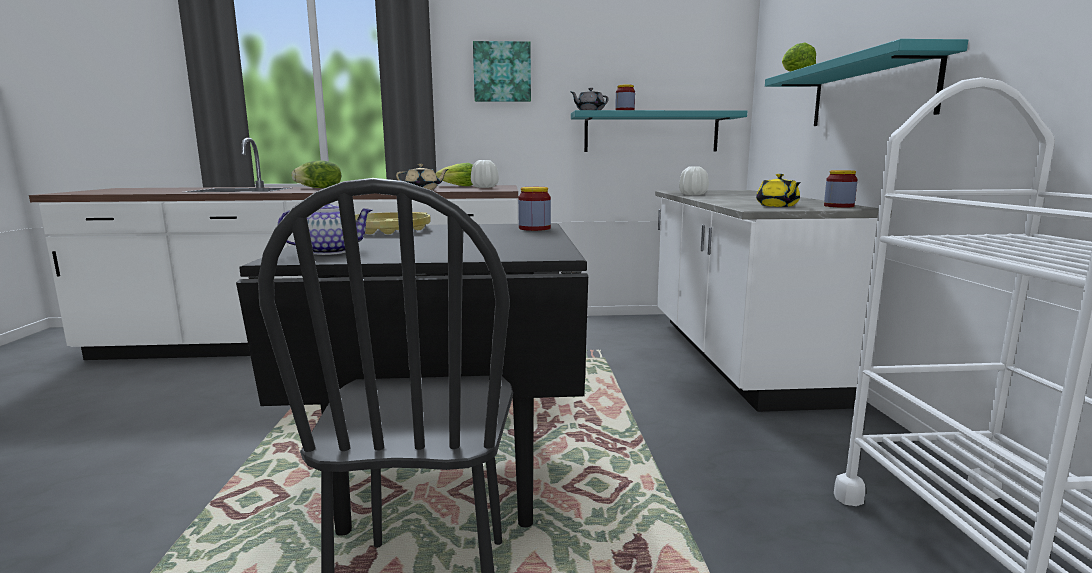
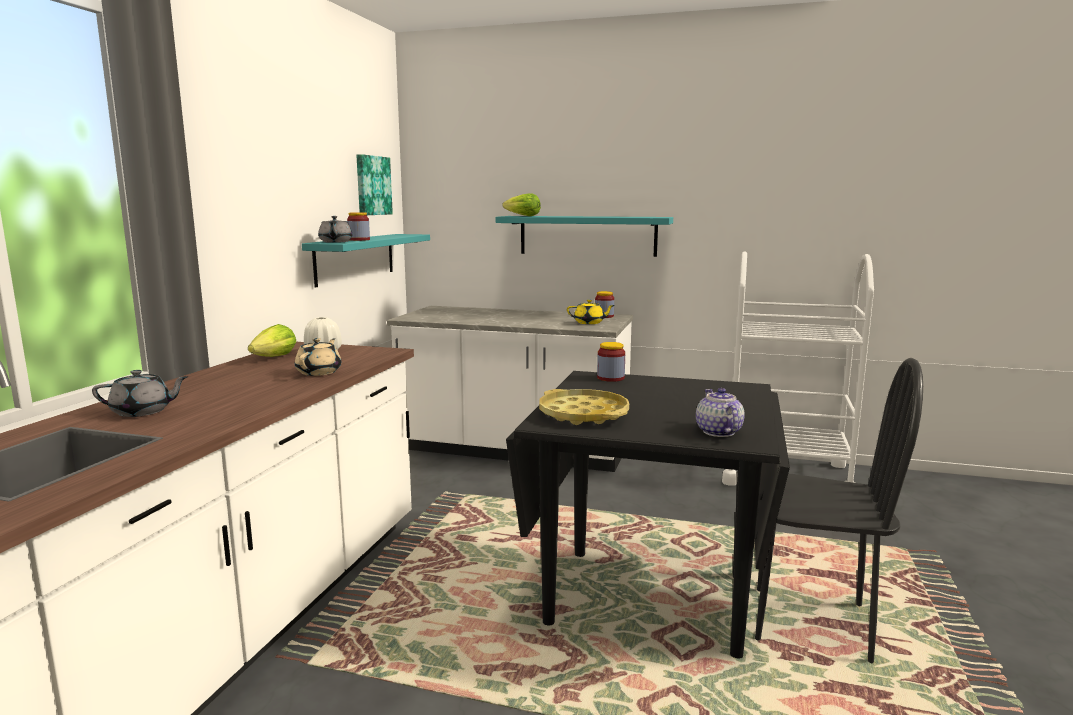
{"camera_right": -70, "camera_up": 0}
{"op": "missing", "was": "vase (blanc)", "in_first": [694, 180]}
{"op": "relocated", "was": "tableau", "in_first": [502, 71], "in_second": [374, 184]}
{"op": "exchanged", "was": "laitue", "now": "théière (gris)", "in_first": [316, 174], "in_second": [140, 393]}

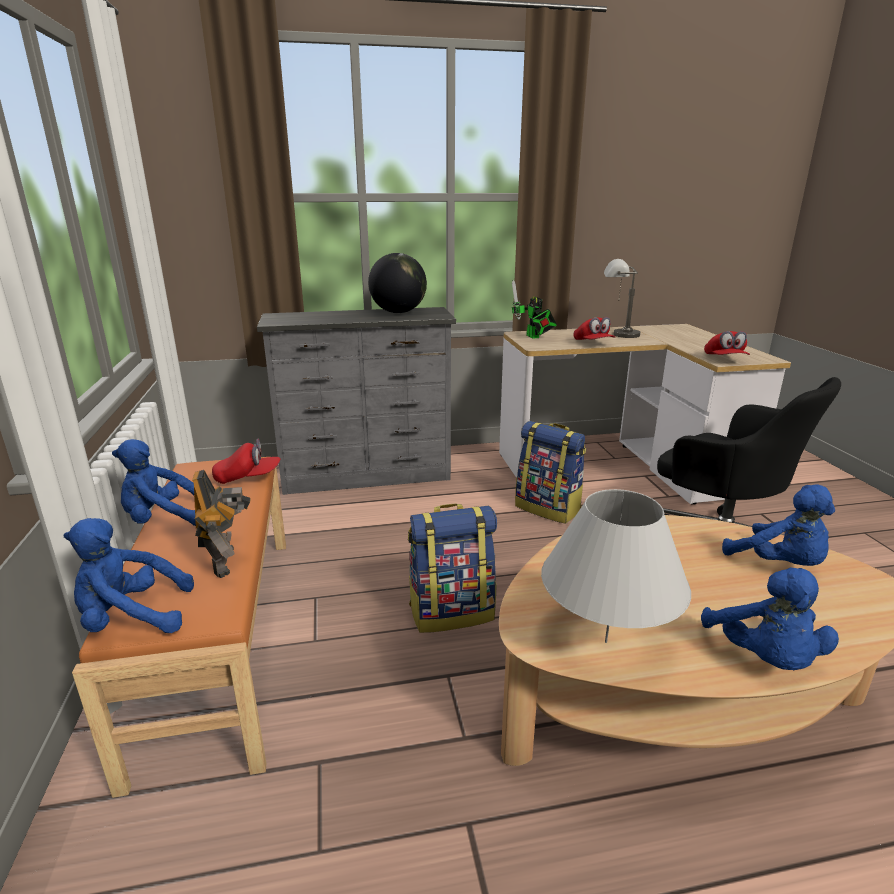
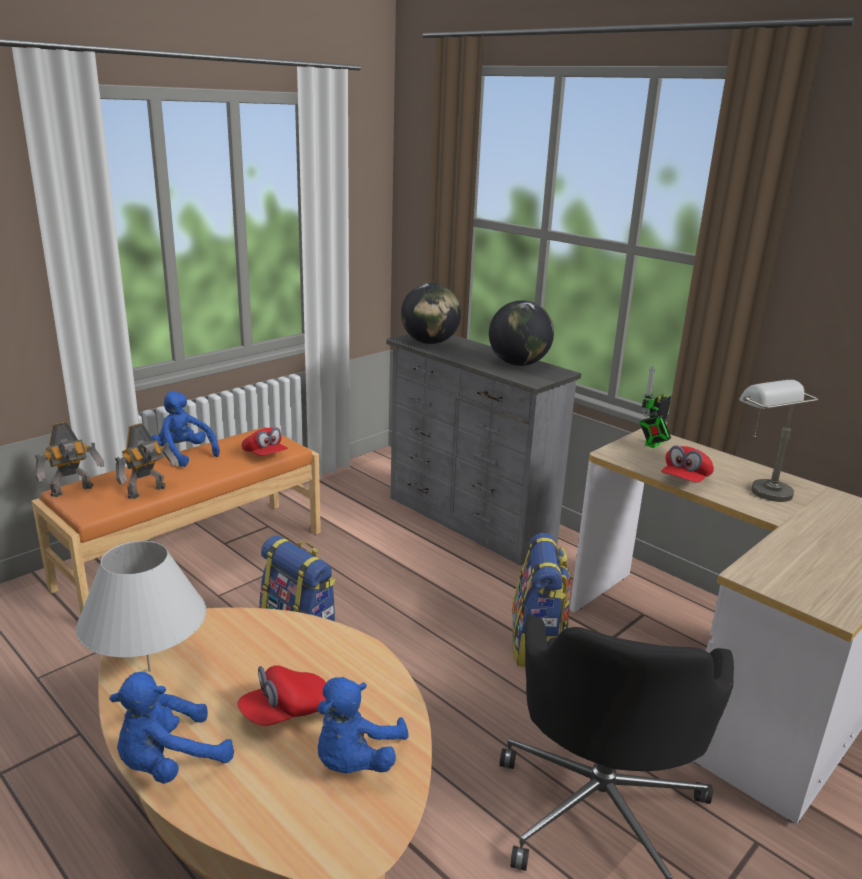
{"camera_right": 55, "camera_up": 0}
{"op": "appeared", "now": "globe", "in_second": [431, 313]}
{"op": "relocated", "was": "casquette (rouge)", "in_first": [727, 343], "in_second": [281, 695]}
{"op": "exchanged", "was": "peluche (bleu)", "now": "robot jouet", "in_first": [128, 575], "in_second": [69, 459]}

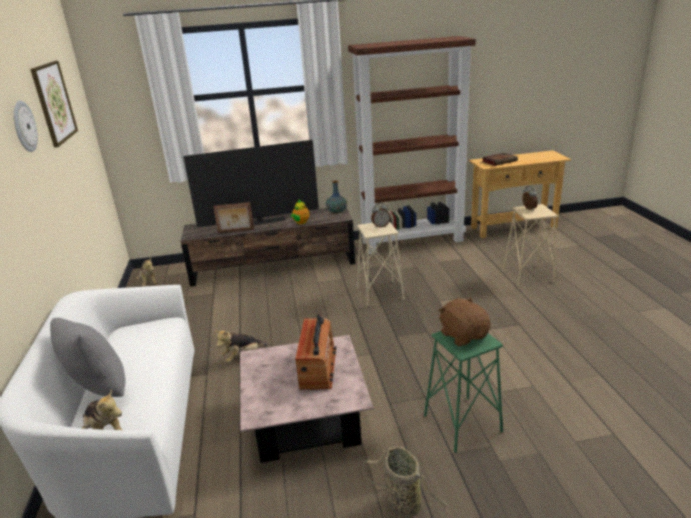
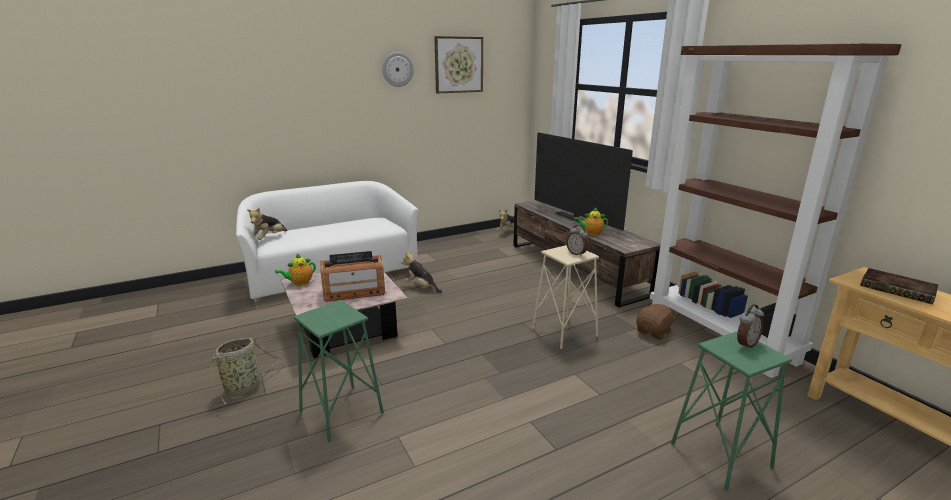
{"camera_right": 70, "camera_up": -5}
{"op": "missing", "was": "coussin (gris)", "in_first": [88, 357]}
{"op": "missing", "was": "cadre photo", "in_first": [233, 217]}
{"op": "missing", "was": "vase", "in_first": [336, 197]}
{"op": "appeared", "now": "théière", "in_second": [295, 269]}
{"op": "relocated", "was": "peluche (marron)", "in_first": [464, 322], "in_second": [656, 321]}
{"op": "colour", "was": "tabouret (beige)", "now": "tabouret (vert)", "in_first": [530, 245], "in_second": [731, 411]}

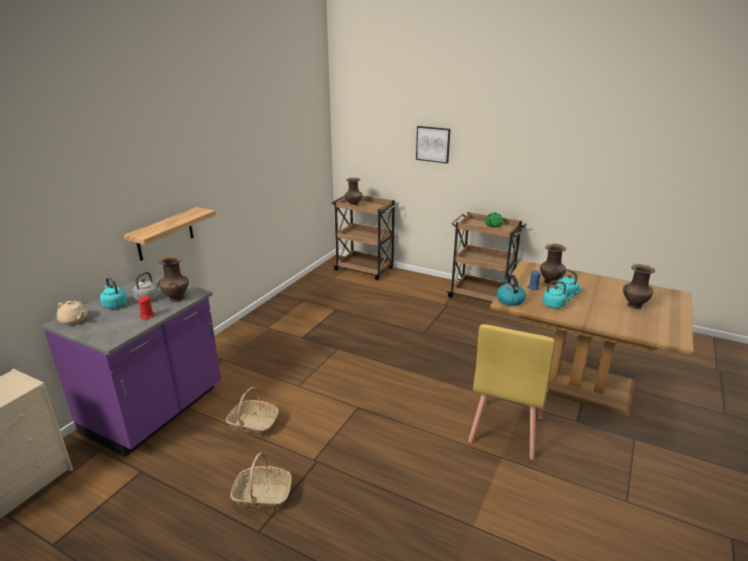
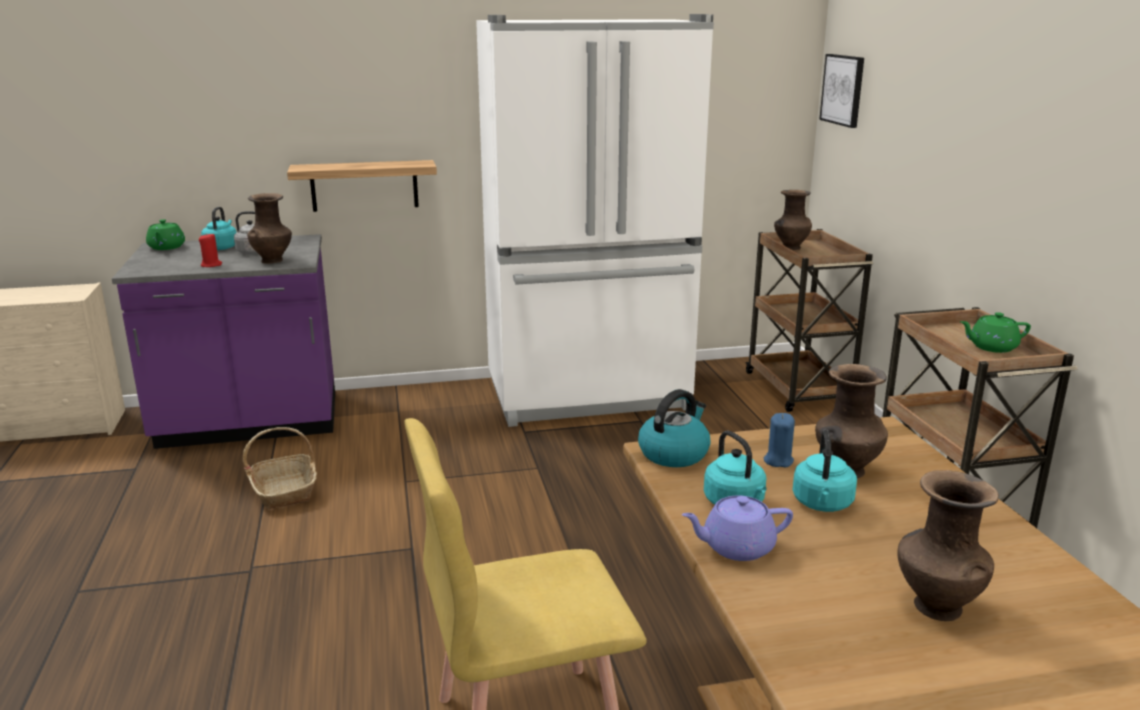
{"camera_right": 50, "camera_up": -5}
{"op": "missing", "was": "panier", "in_first": [261, 481]}
{"op": "appeared", "now": "réfrigérateur (blanc)", "in_second": [595, 220]}
{"op": "appeared", "now": "théière (violet)", "in_second": [737, 528]}
{"op": "relocated", "was": "tableau", "in_first": [433, 144], "in_second": [841, 91]}
{"op": "colour", "was": "théière (beige)", "now": "théière (vert)", "in_first": [72, 313], "in_second": [165, 234]}

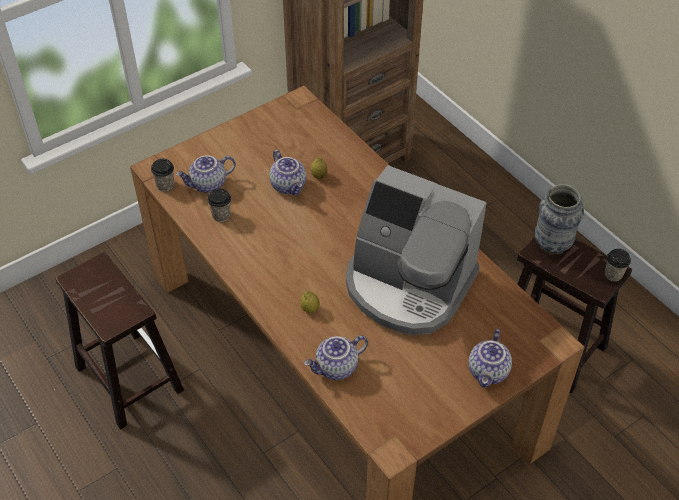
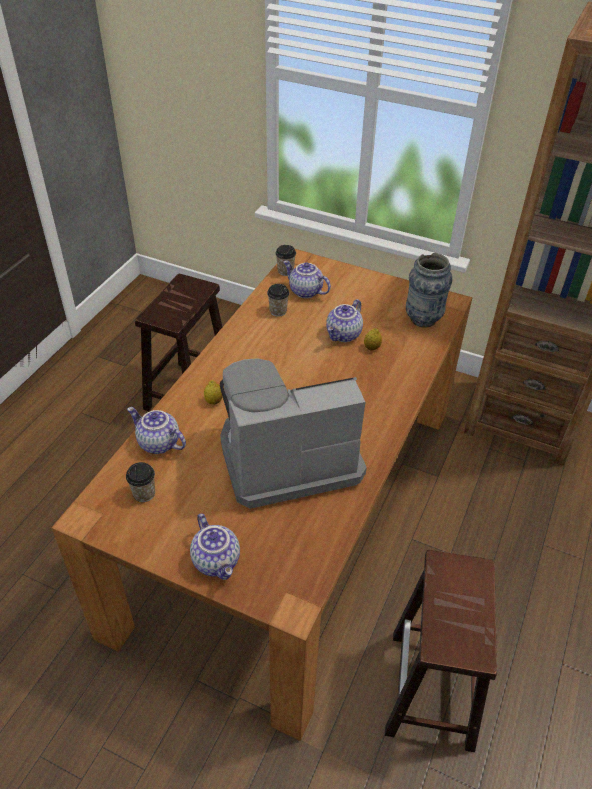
{"camera_right": 60, "camera_up": -5}
{"op": "relocated", "was": "vase", "in_first": [559, 219], "in_second": [429, 290]}
{"op": "relocated", "was": "tasse", "in_first": [618, 265], "in_second": [140, 482]}
{"op": "spun", "was": "machine à café", "in_first": [416, 250], "in_second": [293, 433], "clockwise": 75}
{"op": "spun", "was": "théière", "in_first": [490, 358], "in_second": [215, 546], "clockwise": -105}

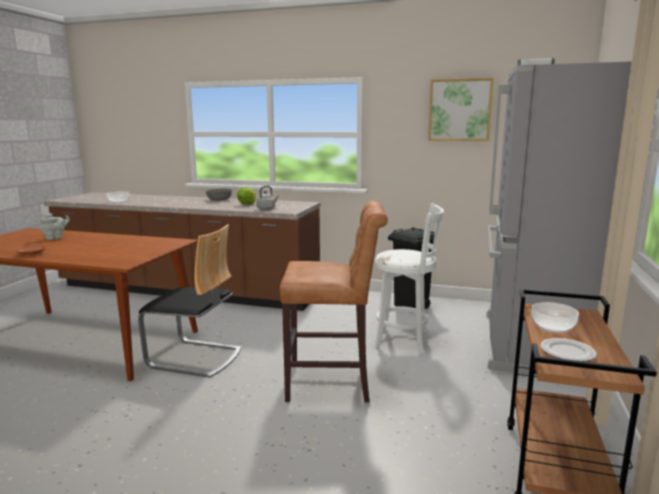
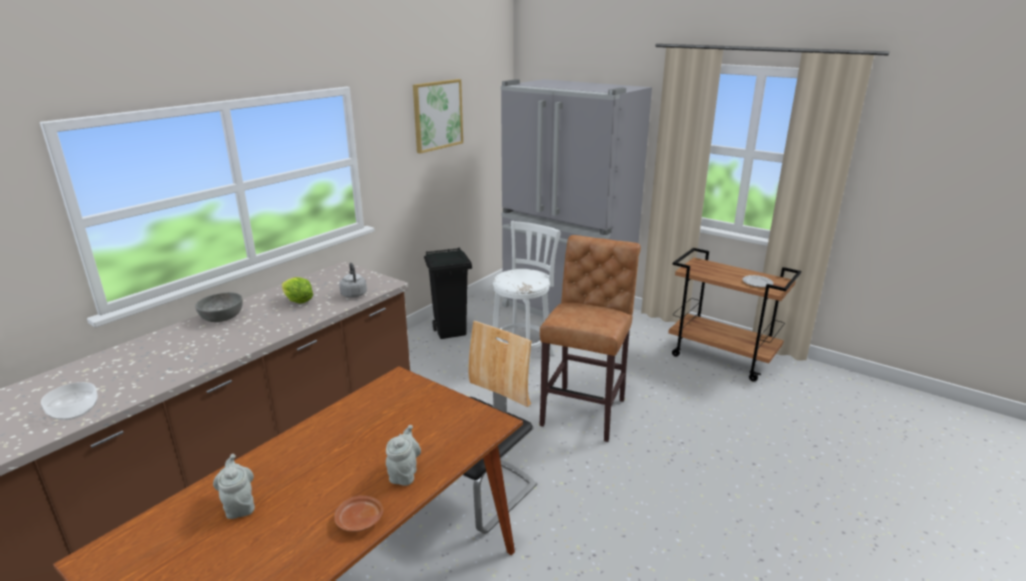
{"camera_right": -70, "camera_up": 10}
{"op": "missing", "was": "bol", "in_first": [555, 317]}
{"op": "appeared", "now": "théière (gris)", "in_second": [403, 455]}

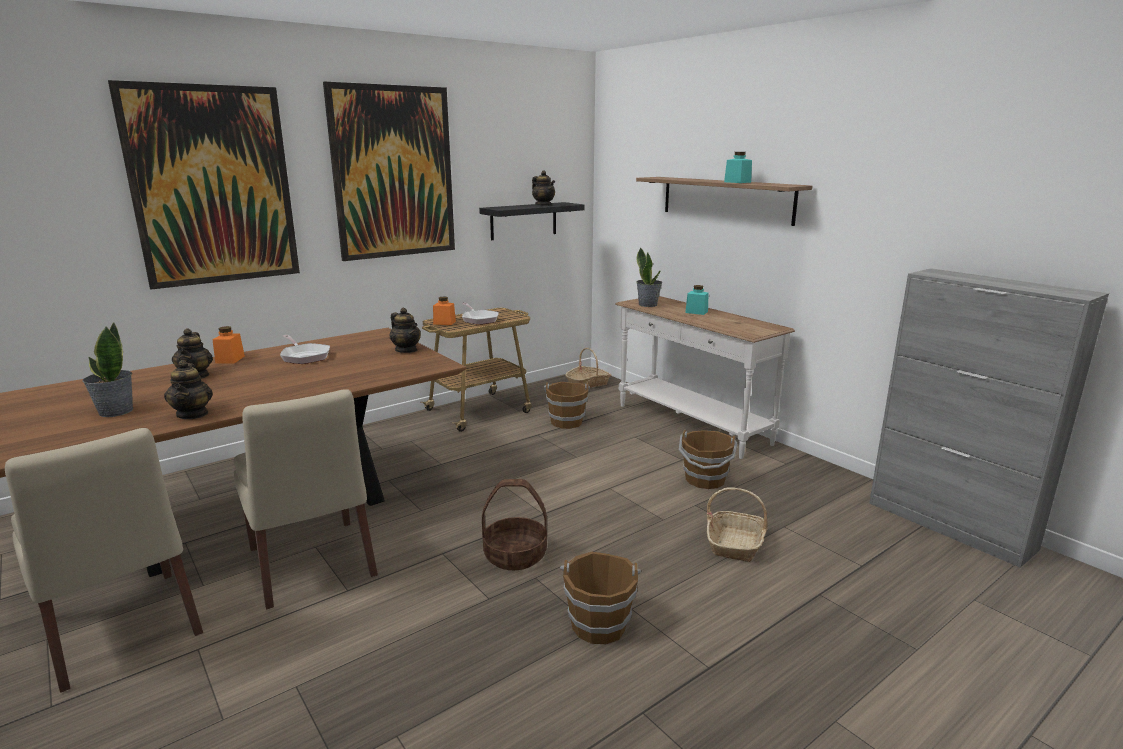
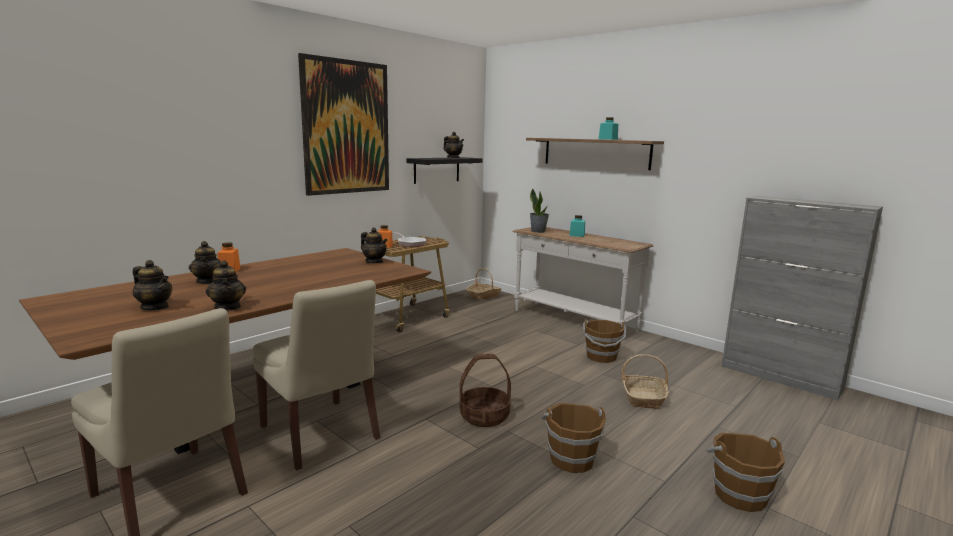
{"camera_right": -10, "camera_up": -5}
{"op": "missing", "was": "tableau", "in_first": [204, 184]}
{"op": "missing", "was": "poêle", "in_first": [305, 349]}
{"op": "relocated", "was": "seau (marron)", "in_first": [567, 405], "in_second": [745, 472]}
{"op": "exchanged", "was": "plante en pot", "now": "théière", "in_first": [107, 369], "in_second": [152, 285]}

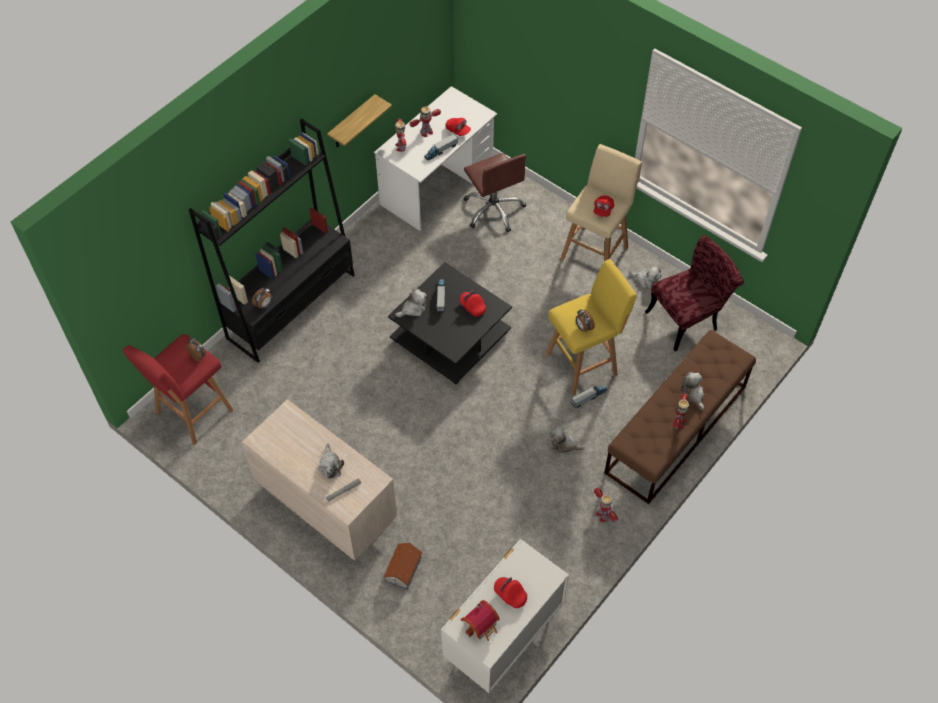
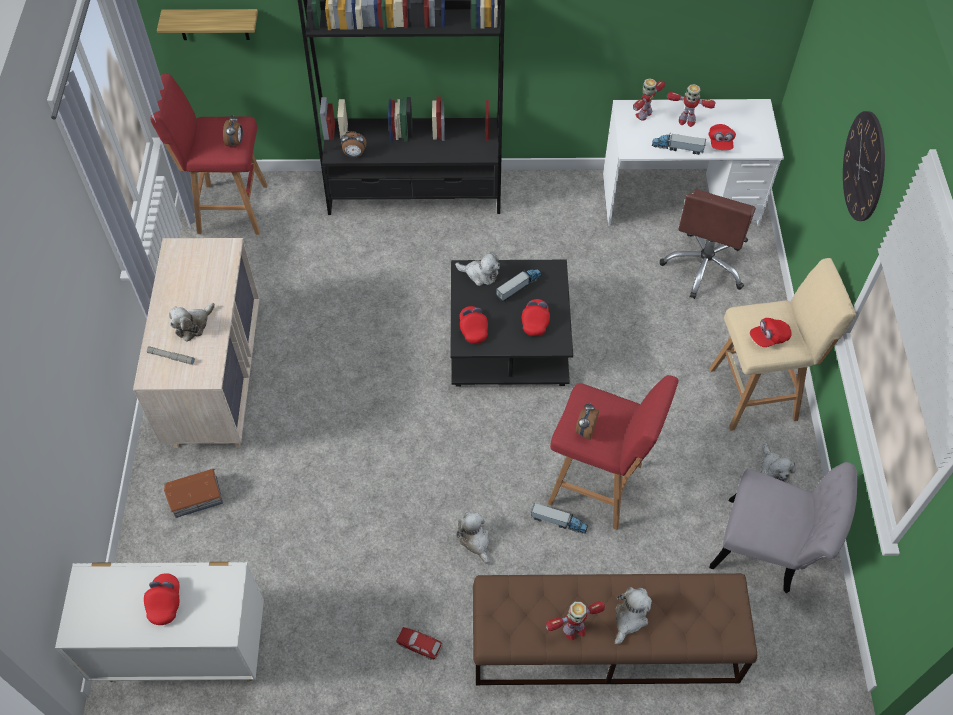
{"camera_right": 50, "camera_up": 0}
{"op": "missing", "was": "maison miniature", "in_first": [480, 620]}
{"op": "appeared", "now": "casquette (rouge)", "in_second": [474, 325]}
{"op": "appeared", "now": "horloge murale", "in_second": [864, 166]}
{"op": "relocated", "was": "étagère", "in_first": [359, 120], "in_second": [207, 24]}
{"op": "exchanged", "was": "robot jouet", "now": "petite voiture", "in_first": [606, 504], "in_second": [419, 643]}
{"op": "colour", "was": "tabouret (jaune)", "now": "tabouret (rouge)", "in_first": [591, 327], "in_second": [613, 452]}
{"op": "colour", "was": "chaise (rouge)", "now": "chaise (gris)", "in_first": [694, 293], "in_second": [783, 527]}

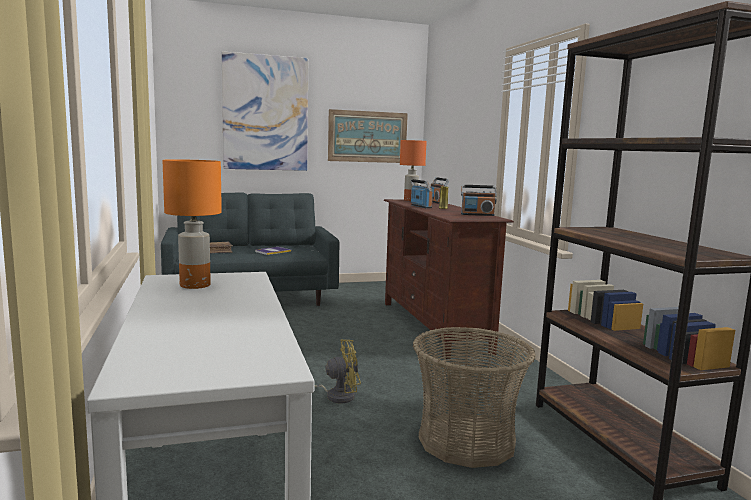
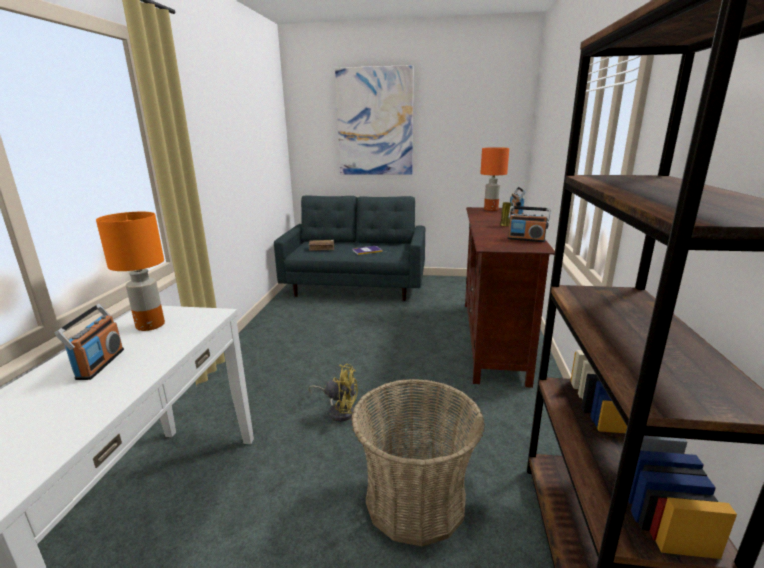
{"camera_right": 25, "camera_up": 10}
{"op": "missing", "was": "tableau", "in_first": [368, 136]}
{"op": "relocated", "was": "radio", "in_first": [421, 193], "in_second": [89, 342]}

